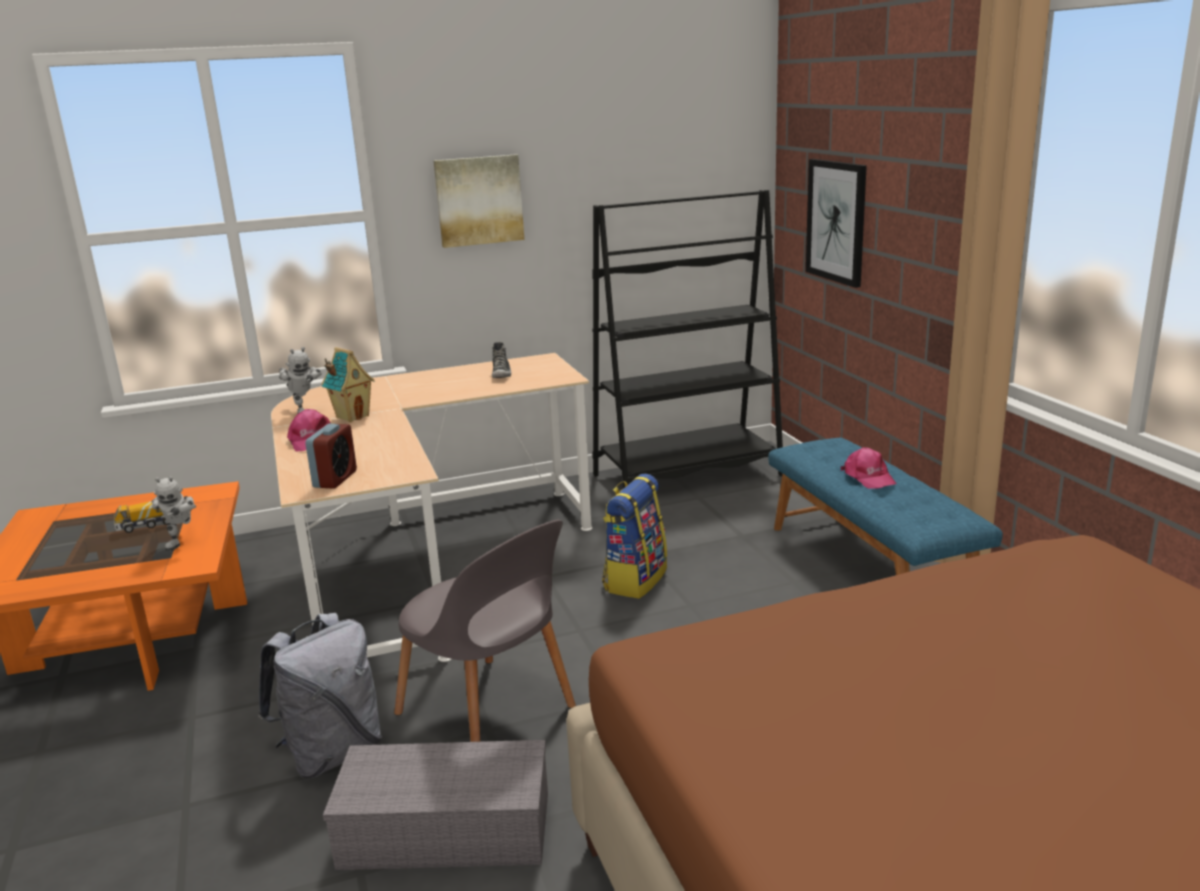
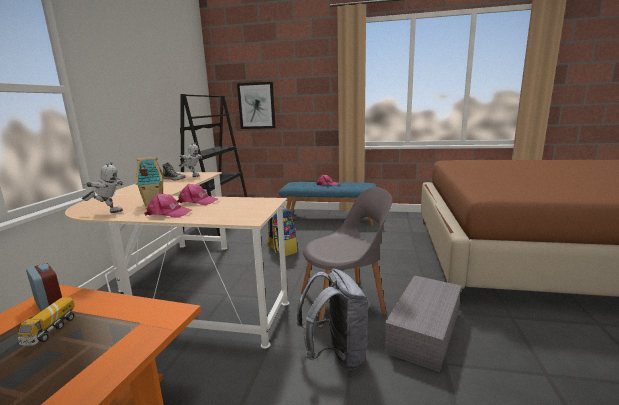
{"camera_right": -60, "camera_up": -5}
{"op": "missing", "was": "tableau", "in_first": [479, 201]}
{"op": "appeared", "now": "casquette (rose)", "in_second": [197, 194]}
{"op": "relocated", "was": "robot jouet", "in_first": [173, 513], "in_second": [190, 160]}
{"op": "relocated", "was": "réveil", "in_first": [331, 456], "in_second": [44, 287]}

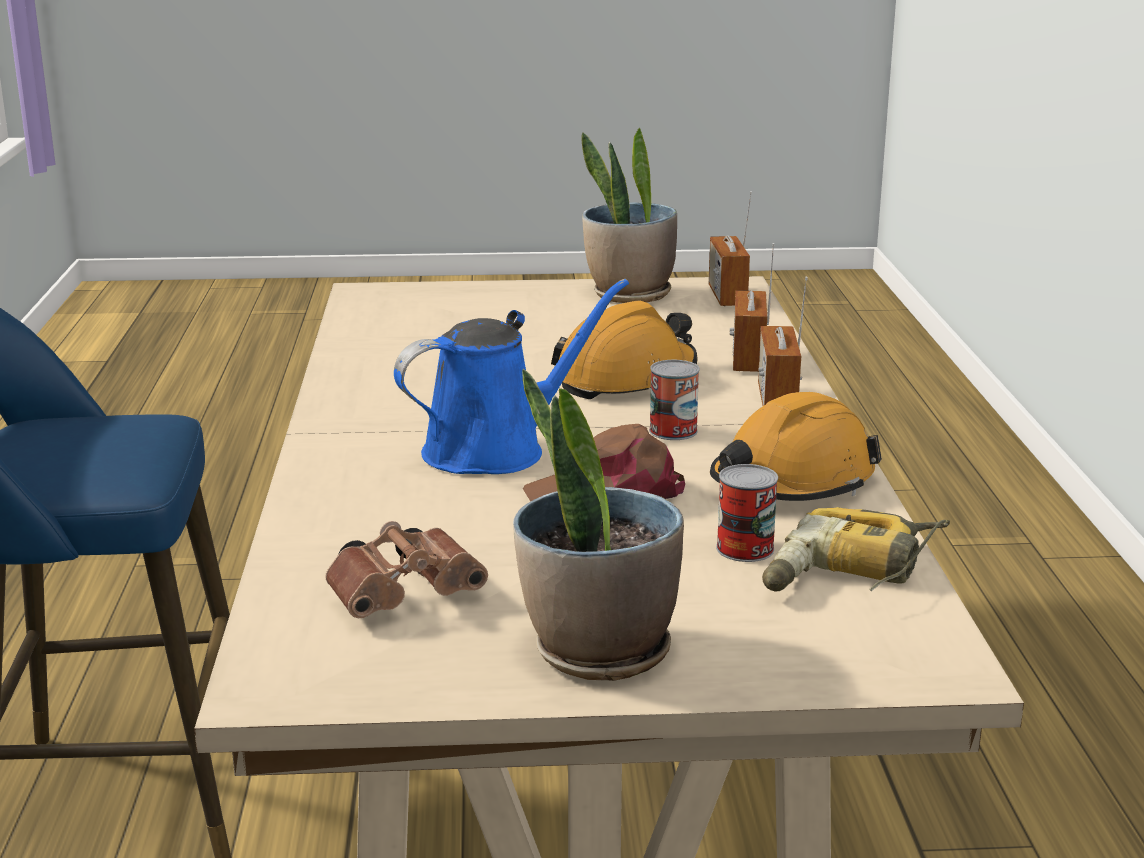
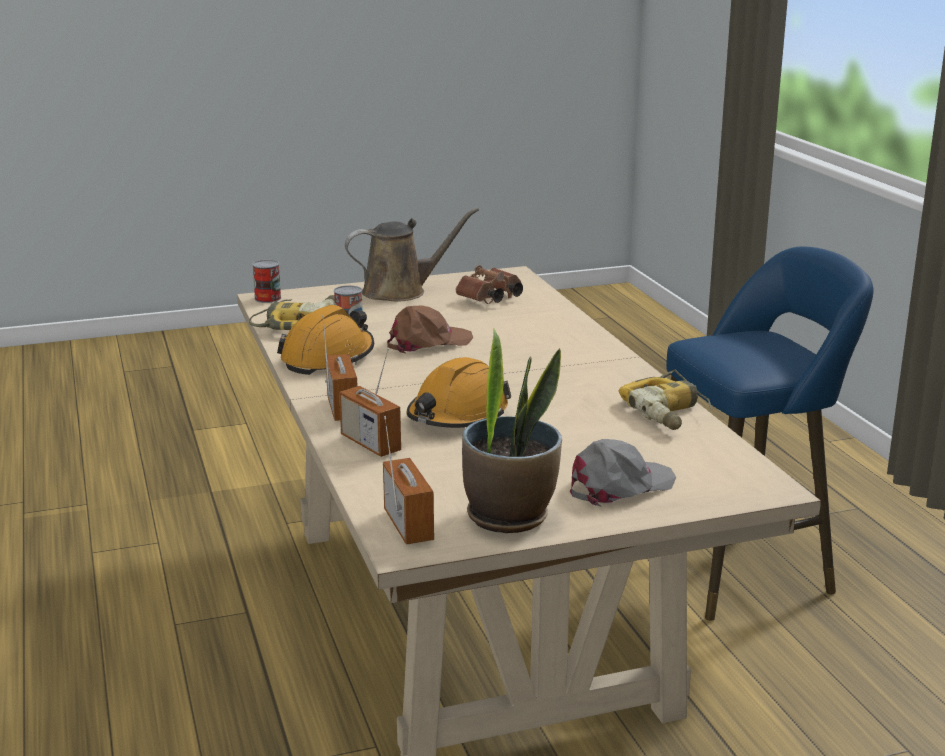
{"camera_right": 165, "camera_up": 0}
{"op": "missing", "was": "arrosoir (bleu)", "in_first": [511, 376]}
{"op": "appeared", "now": "casquette (gris)", "in_second": [623, 473]}
{"op": "appeared", "now": "perceuse", "in_second": [665, 400]}
{"op": "relocated", "was": "boîte métallique", "in_first": [674, 400], "in_second": [266, 281]}
{"op": "exchanged", "was": "plante en pot", "now": "arrosoir (marron)", "in_first": [598, 525], "in_second": [412, 254]}
{"op": "spun", "was": "radio", "in_first": [752, 307], "in_second": [370, 402], "clockwise": 150}

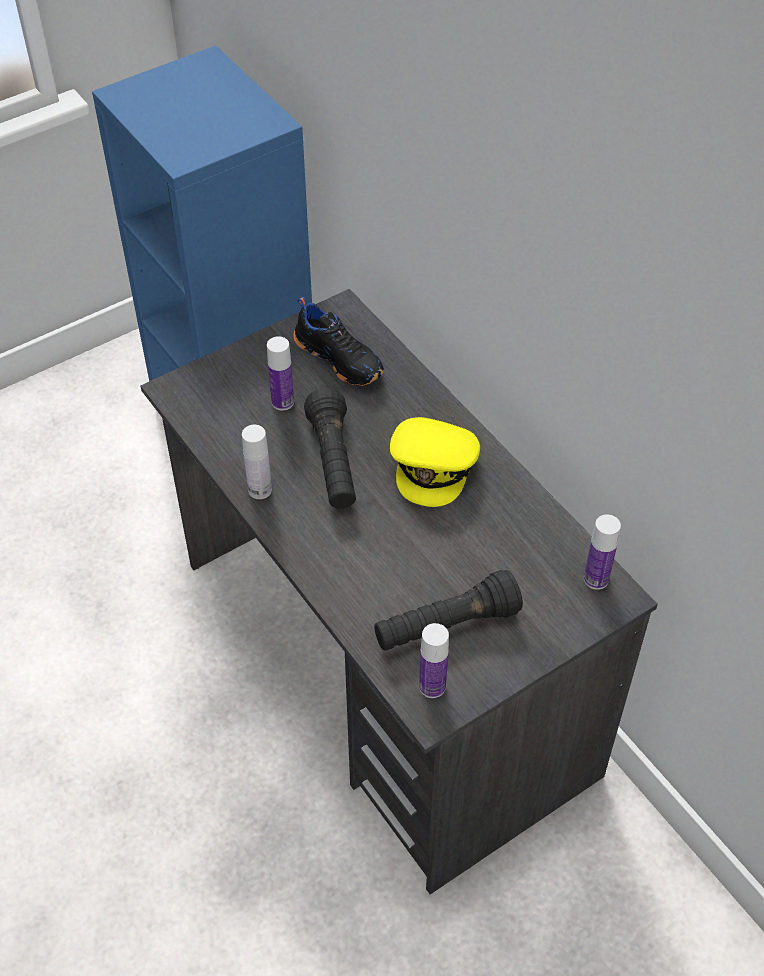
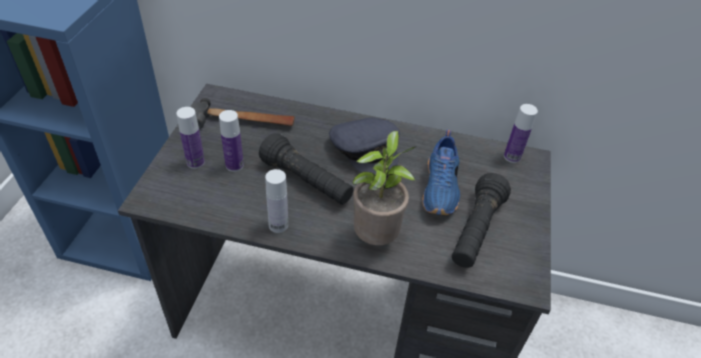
{"camera_right": -45, "camera_up": -5}
{"op": "appeared", "now": "plante en pot", "in_second": [383, 187]}
{"op": "appeared", "now": "chaussure (bleu)", "in_second": [441, 172]}
{"op": "relocated", "was": "bouteille", "in_first": [434, 660], "in_second": [190, 138]}
{"op": "exchanged", "was": "chaussure (noir)", "now": "marteau", "in_first": [338, 341], "in_second": [244, 113]}
{"op": "colour", "was": "casquette (jaune)", "now": "casquette (gris)", "in_first": [435, 462], "in_second": [364, 146]}

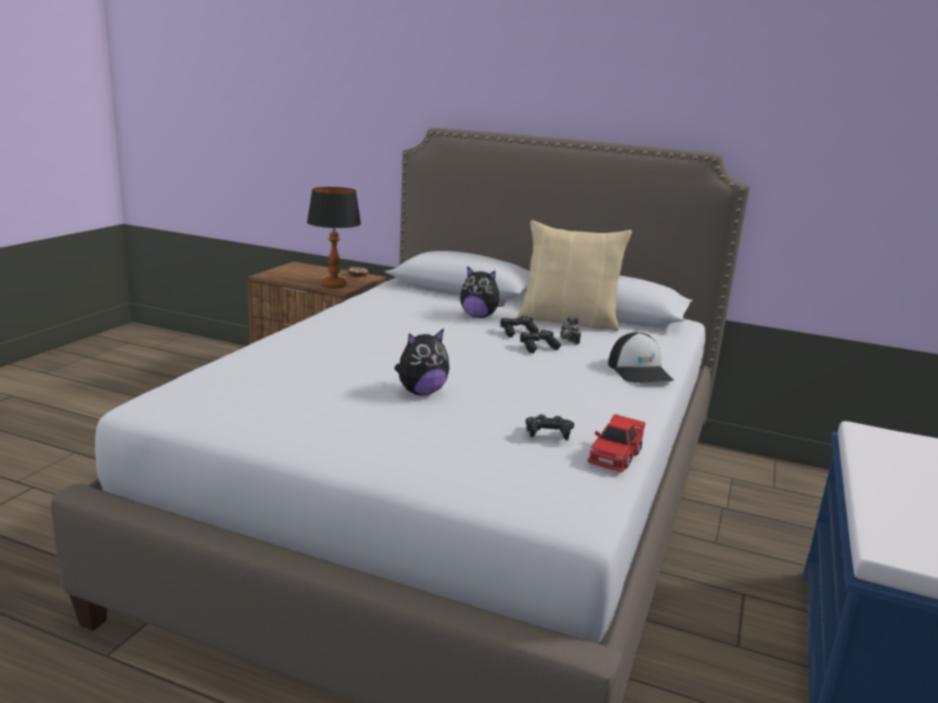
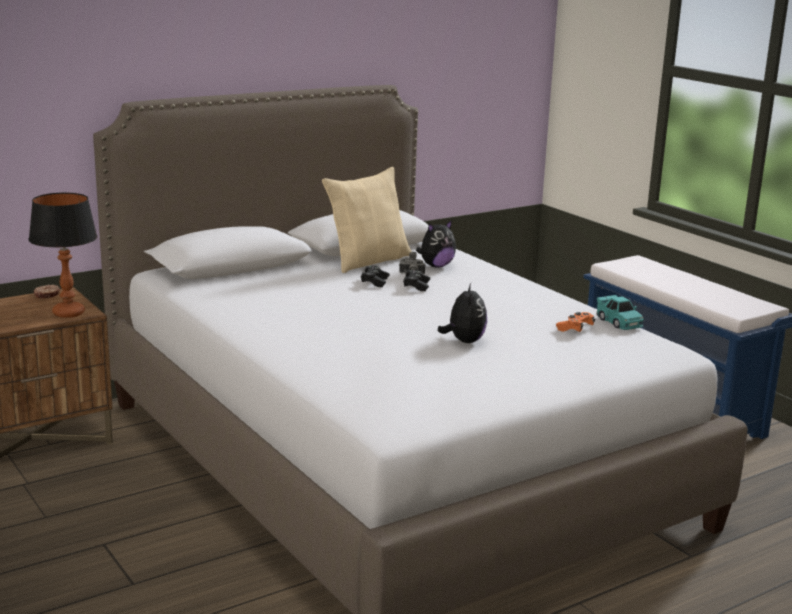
{"camera_right": -55, "camera_up": 0}
{"op": "missing", "was": "casquette", "in_first": [641, 357]}
{"op": "relocated", "was": "peluche", "in_first": [483, 292], "in_second": [436, 244]}
{"op": "colour", "was": "manette (noir)", "now": "manette (orange)", "in_first": [550, 427], "in_second": [575, 322]}
{"op": "colour", "was": "petite voiture (rouge)", "now": "petite voiture (turquoise)", "in_first": [616, 443], "in_second": [620, 312]}

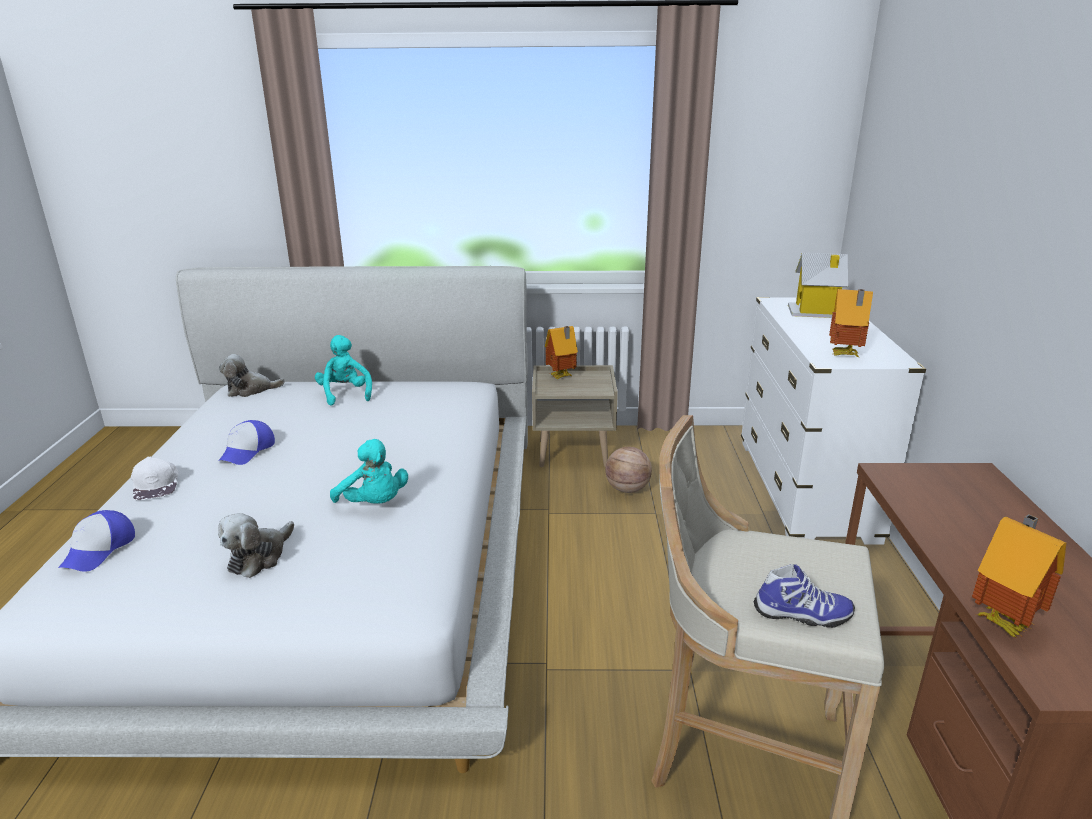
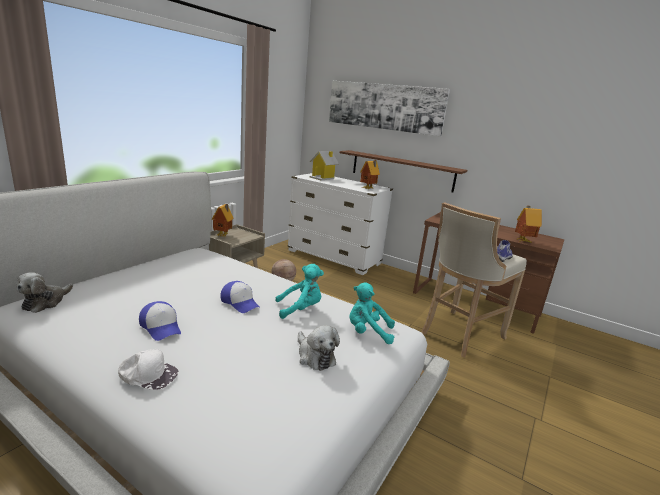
{"camera_right": -60, "camera_up": -5}
{"op": "appeared", "now": "tableau", "in_second": [389, 108]}
{"op": "appeared", "now": "étagère (marron)", "in_second": [403, 171]}
{"op": "relocated", "was": "casquette", "in_first": [96, 541], "in_second": [240, 297]}
{"op": "relocated", "was": "peluche (turquoise)", "in_first": [343, 370], "in_second": [372, 313]}

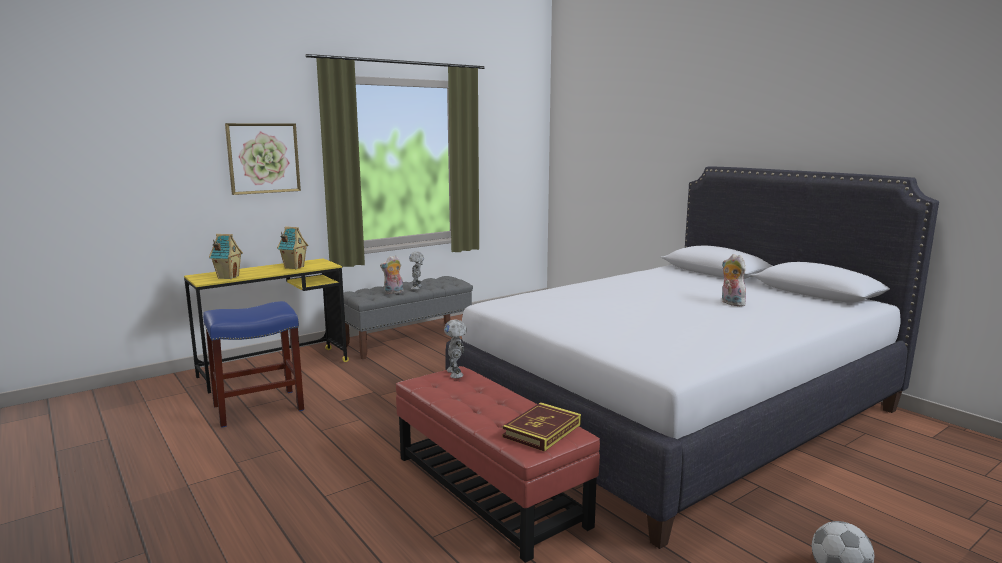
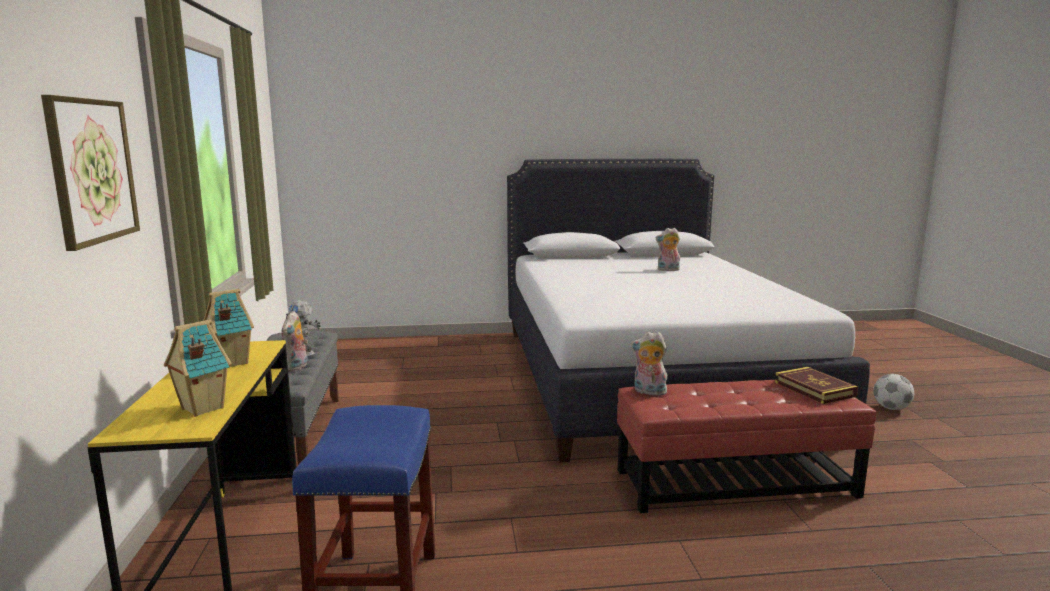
{"camera_right": -60, "camera_up": 0}
{"op": "exchanged", "was": "robot jouet", "now": "peluche", "in_first": [455, 348], "in_second": [649, 364]}

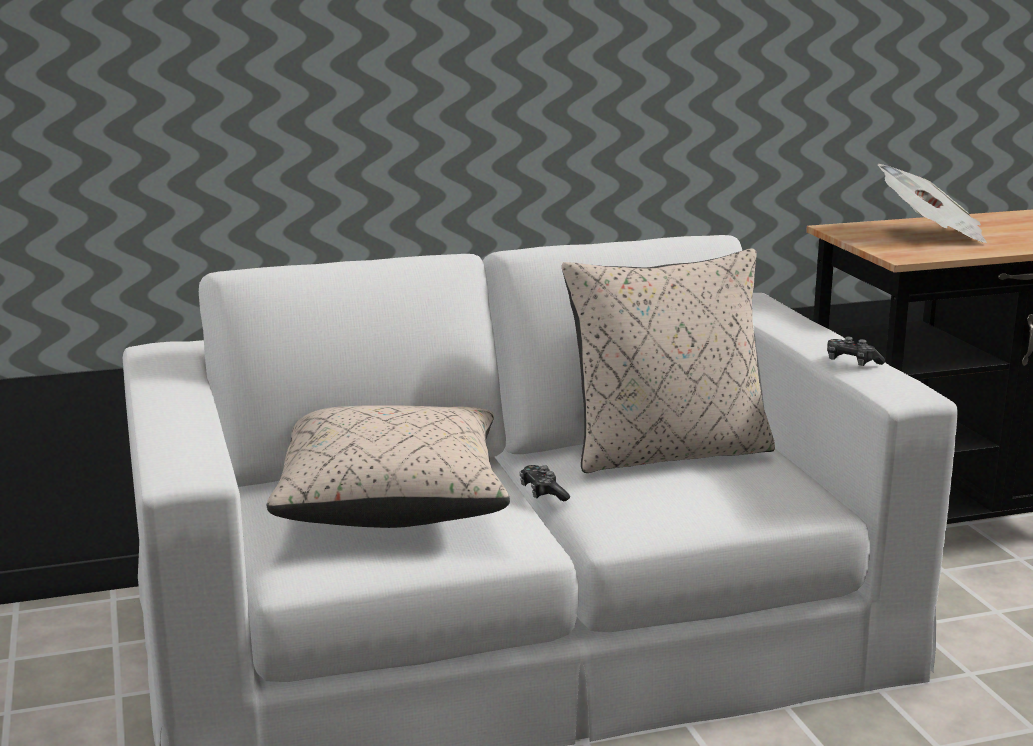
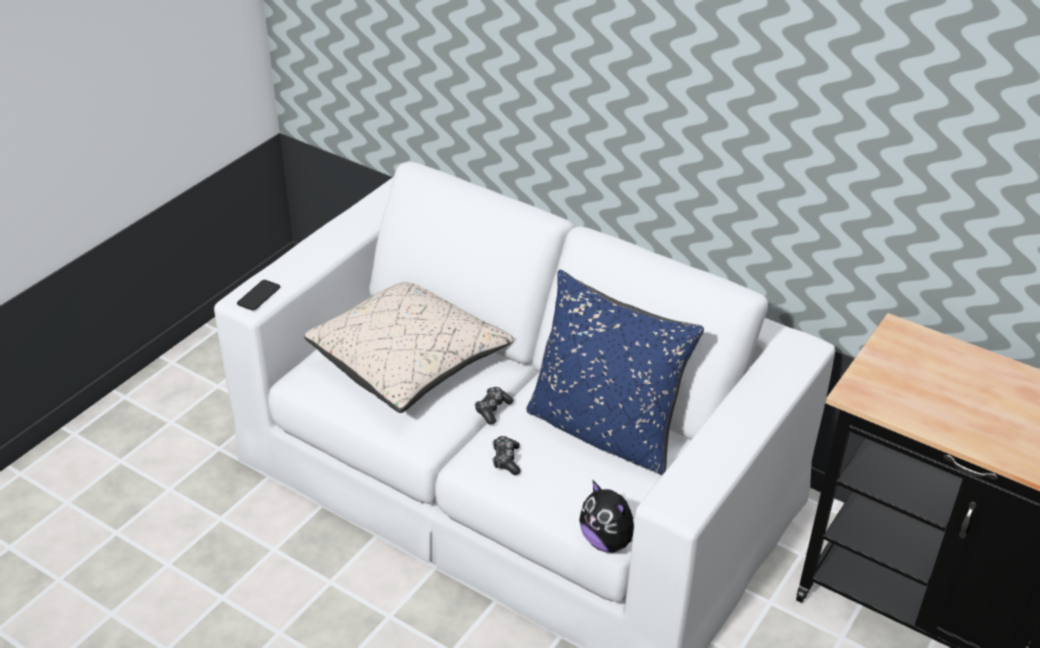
{"camera_right": 50, "camera_up": 20}
{"op": "missing", "was": "journal", "in_first": [932, 203]}
{"op": "appeared", "now": "téléphone", "in_second": [258, 295]}
{"op": "appeared", "now": "peluche", "in_second": [606, 516]}
{"op": "relocated", "was": "manette", "in_first": [856, 351], "in_second": [506, 455]}
{"op": "colour", "was": "coussin (beige)", "now": "coussin (bleu)", "in_first": [668, 361], "in_second": [615, 372]}

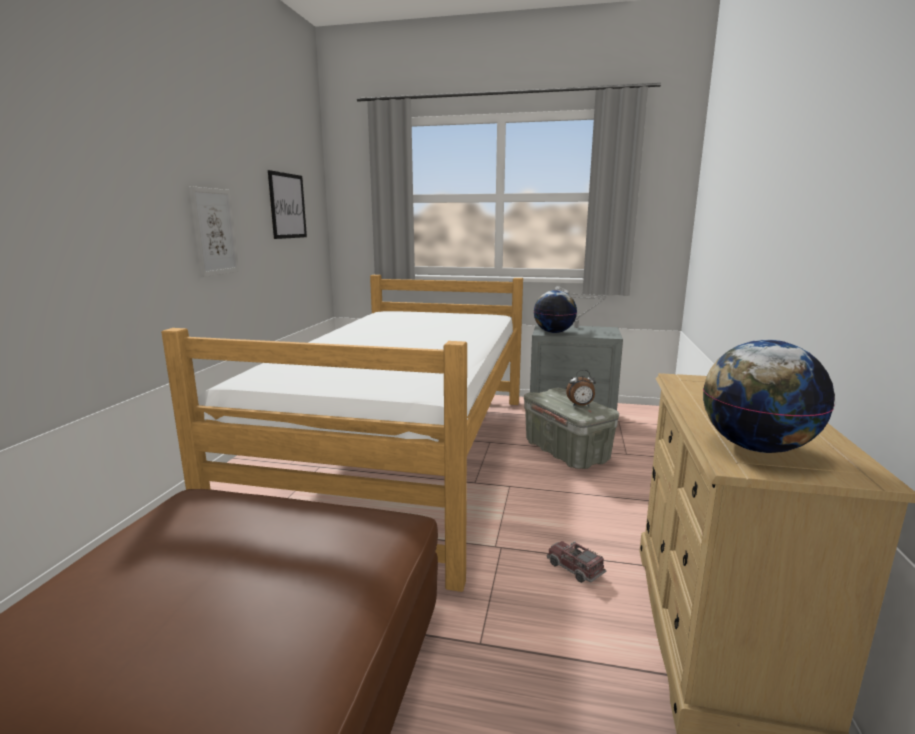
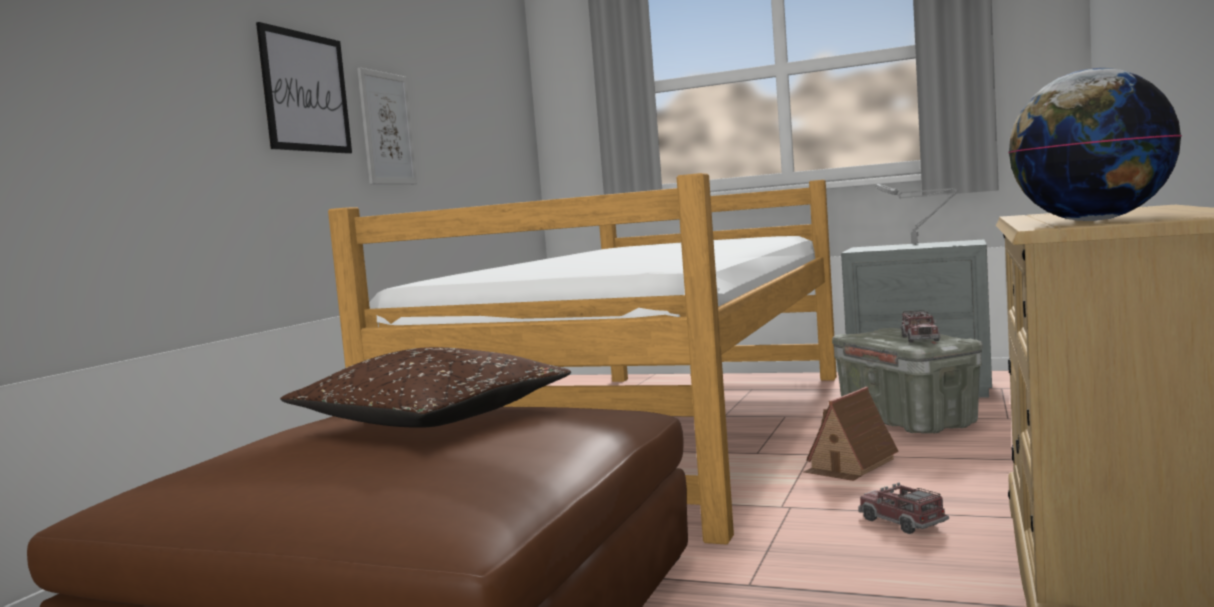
{"camera_right": 10, "camera_up": -10}
{"op": "missing", "was": "globe", "in_first": [555, 311]}
{"op": "appeared", "now": "coussin (marron)", "in_second": [425, 387]}
{"op": "appeared", "now": "maison miniature", "in_second": [851, 434]}
{"op": "relocated", "was": "tableau", "in_first": [287, 204], "in_second": [304, 88]}
{"op": "exchanged", "was": "réveil", "now": "camion jouet", "in_first": [581, 388], "in_second": [920, 326]}

